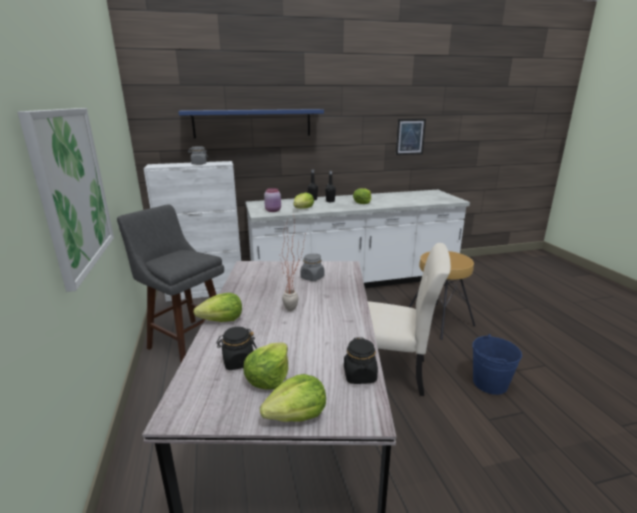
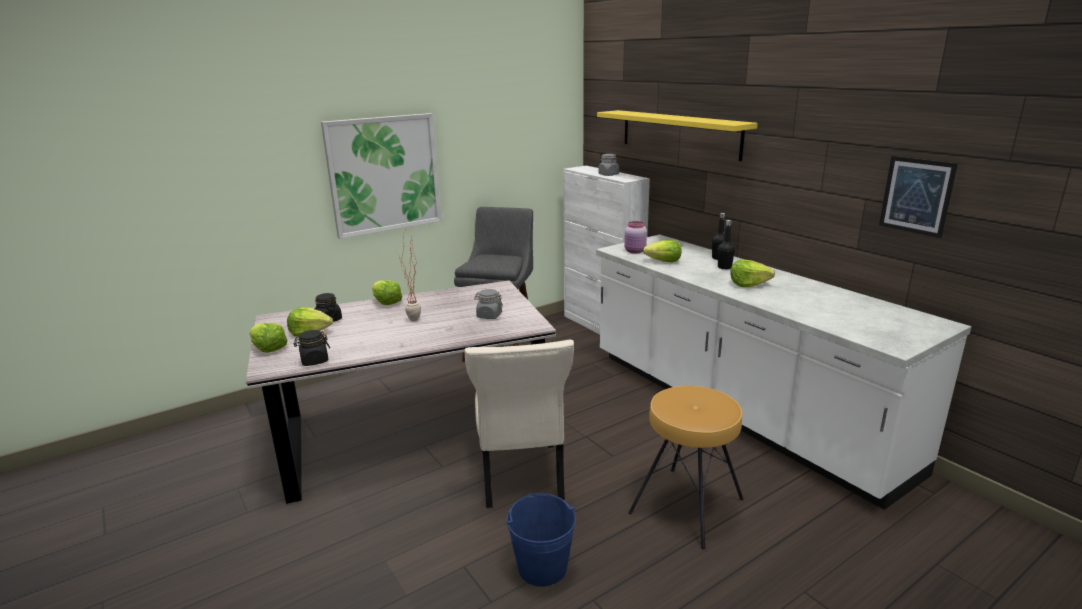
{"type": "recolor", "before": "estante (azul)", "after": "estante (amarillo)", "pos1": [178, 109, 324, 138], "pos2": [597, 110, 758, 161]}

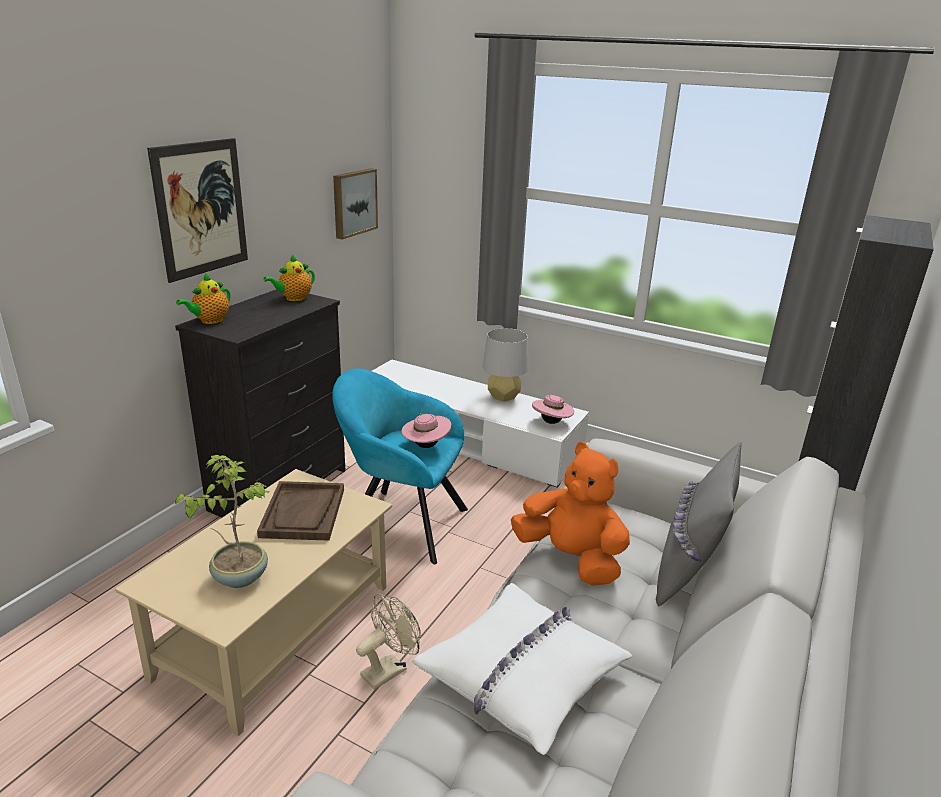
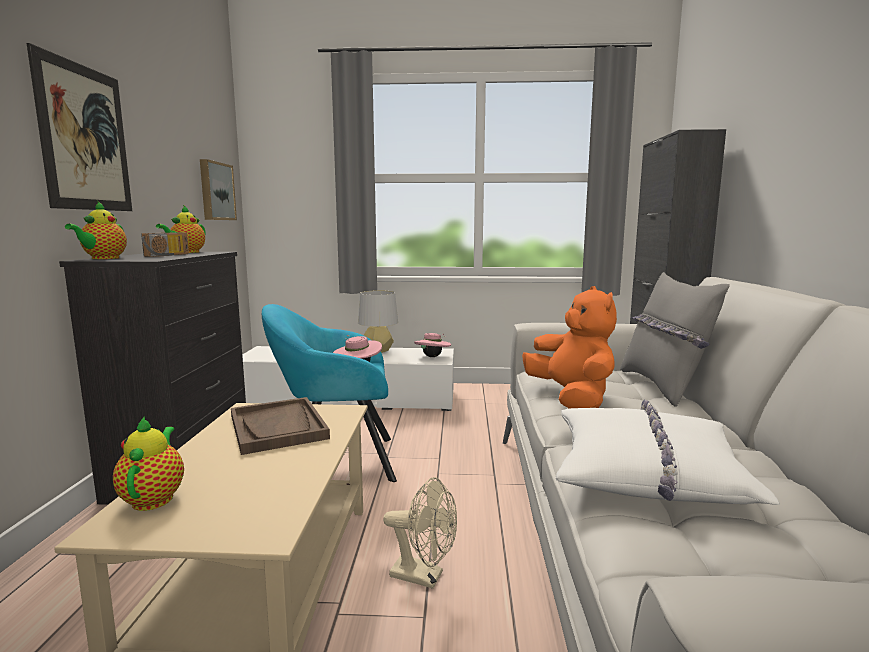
{"type": "rotate", "before": "peluche (naranja)", "pos1": [511, 442, 630, 585], "pos2": [522, 286, 617, 408], "turn": 60}
{"type": "delete", "before": "planta en maceta", "pos1": [174, 455, 270, 588]}
{"type": "rotate", "before": "ventilador (beis)", "pos1": [356, 593, 421, 690], "pos2": [383, 477, 457, 589], "turn": 90}
{"type": "insert", "after": "radio", "pos2": [141, 232, 189, 257]}
{"type": "insert", "after": "tetera", "pos2": [113, 416, 184, 511]}

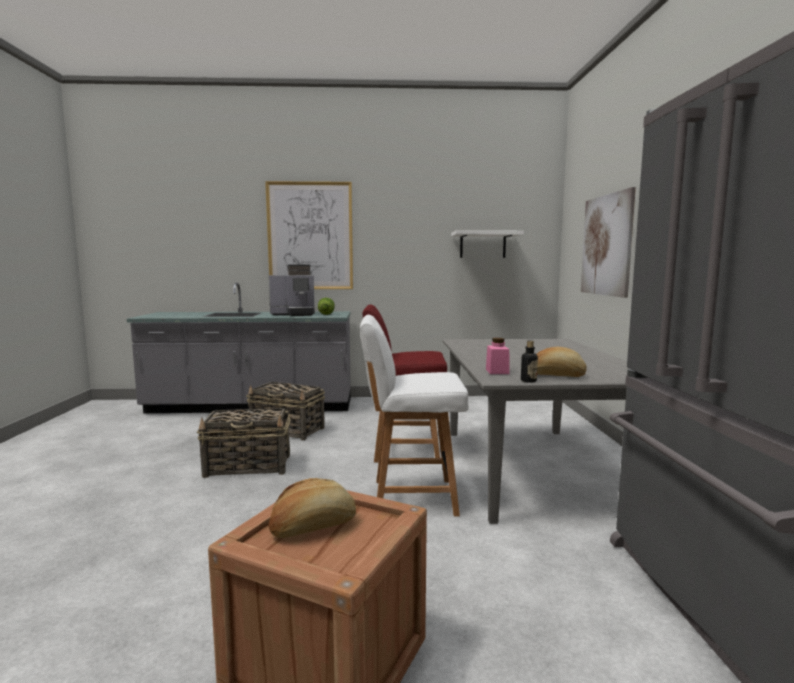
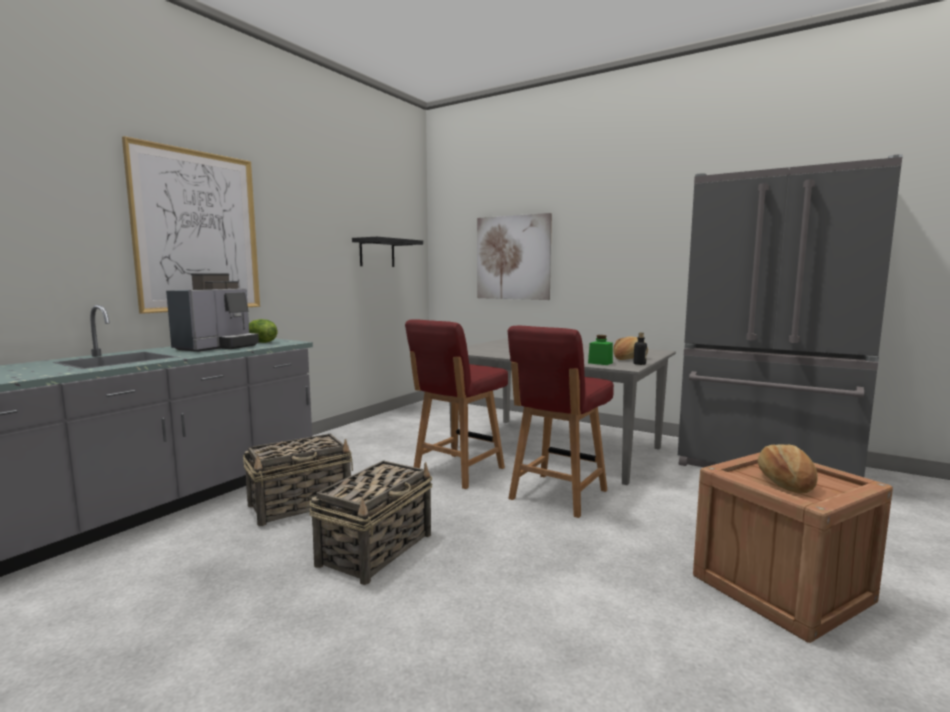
{"type": "recolor", "before": "estante (blanco)", "after": "estante (negro)", "pos1": [451, 230, 524, 258], "pos2": [352, 237, 423, 267]}
{"type": "recolor", "before": "silla (blanco)", "after": "silla (rojo)", "pos1": [360, 315, 469, 517], "pos2": [507, 326, 614, 518]}
{"type": "recolor", "before": "tarro (rosa)", "after": "tarro (verde)", "pos1": [486, 338, 509, 374], "pos2": [588, 335, 613, 365]}

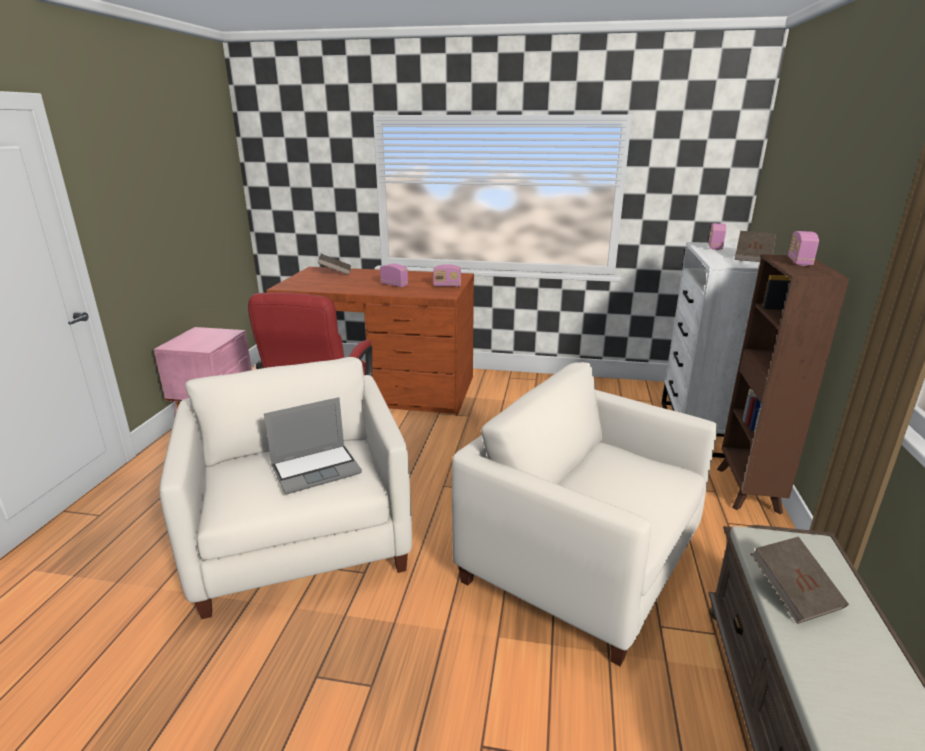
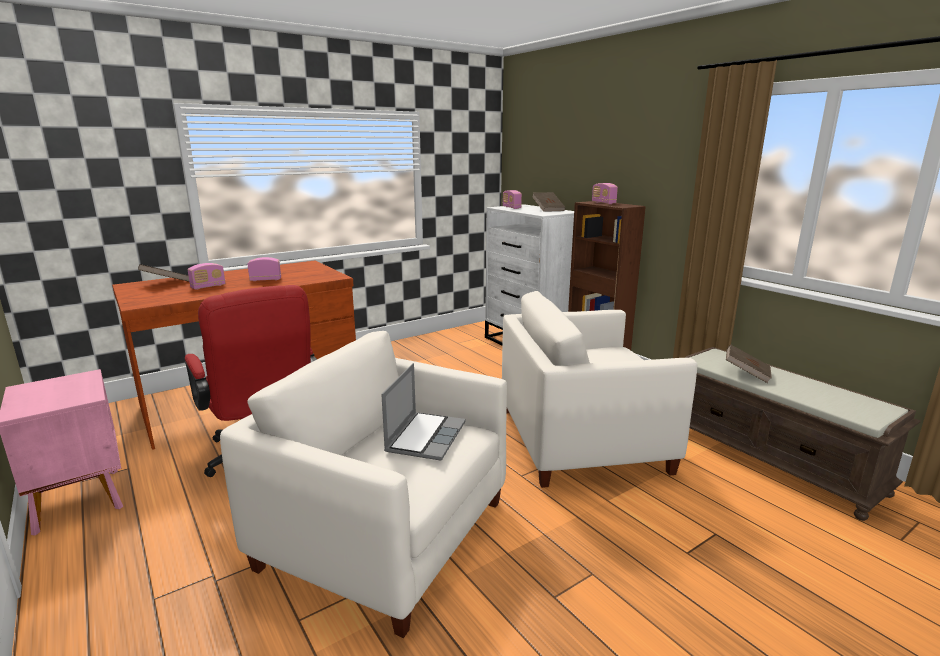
{"type": "move", "before": "radio", "pos1": [433, 264, 461, 287], "pos2": [187, 263, 226, 290]}

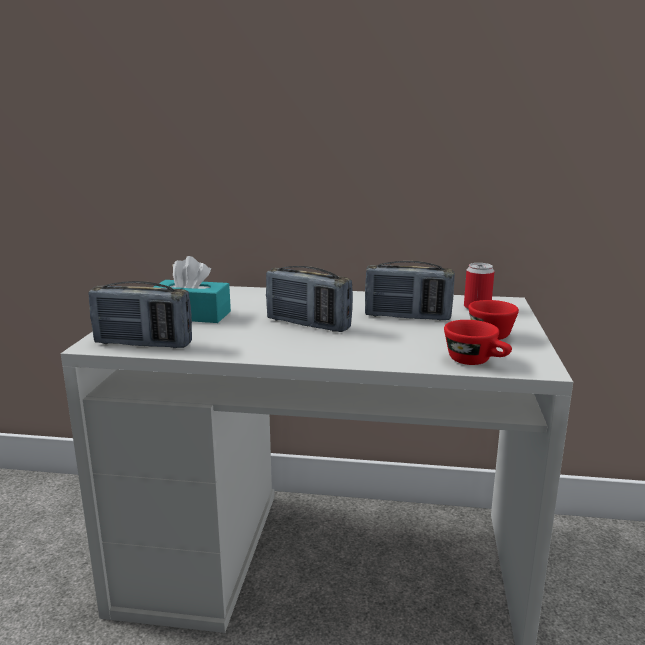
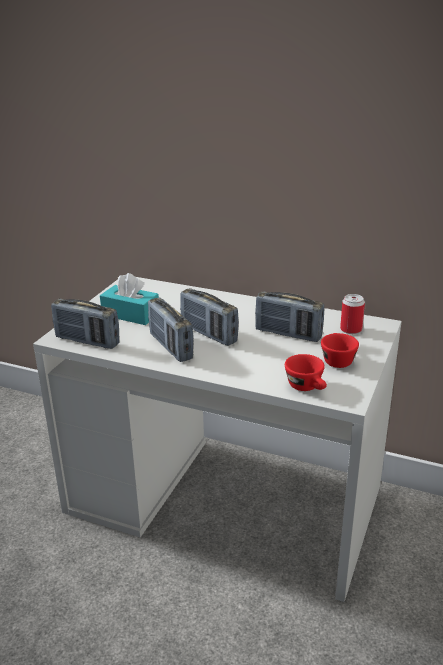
{"type": "insert", "after": "radio", "pos2": [148, 298, 194, 362]}

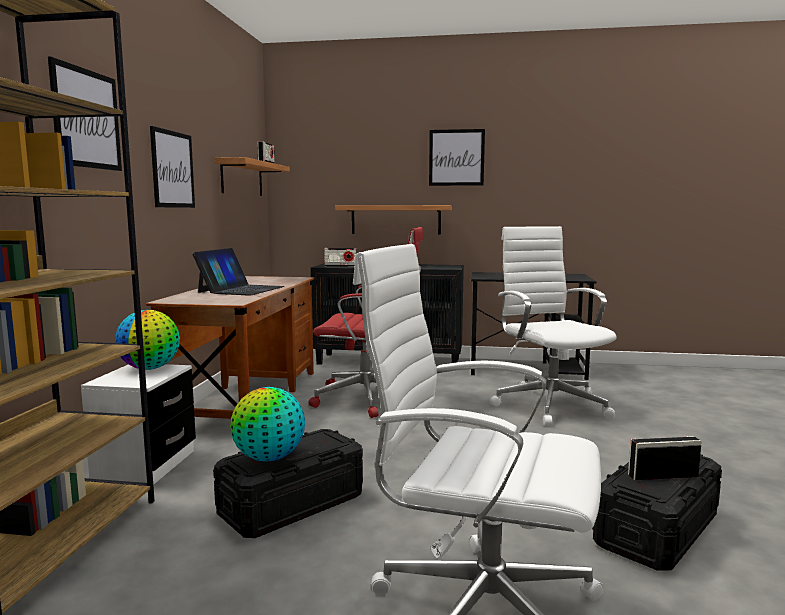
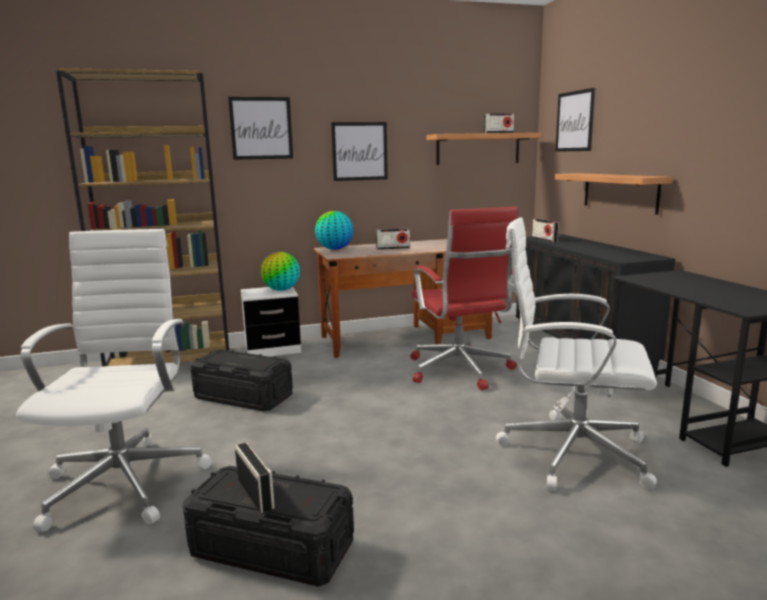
{"type": "move", "before": "cuadro", "pos1": [429, 129, 485, 186], "pos2": [555, 88, 595, 152]}
{"type": "rotate", "before": "silla de oficina (blanco)", "pos1": [490, 226, 616, 426], "pos2": [496, 217, 657, 491], "turn": -120}
{"type": "replace", "before": "portátil", "after": "radio", "pos1": [192, 248, 284, 296], "pos2": [376, 229, 410, 250]}
{"type": "move", "before": "globo terráqueo", "pos1": [230, 387, 305, 461], "pos2": [315, 211, 354, 250]}

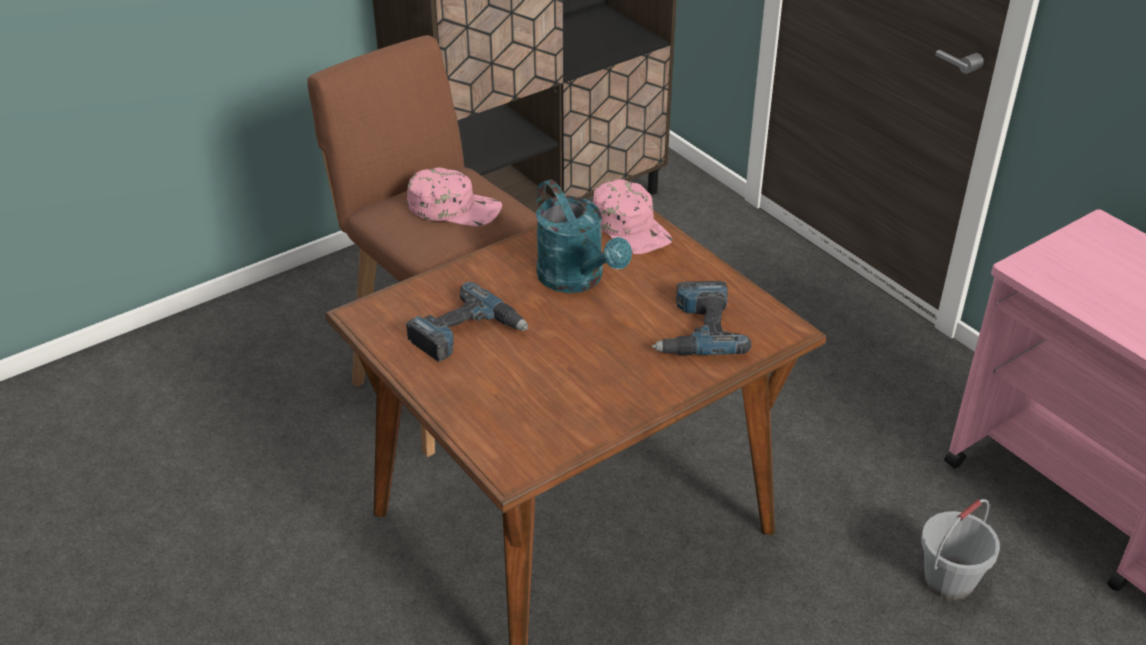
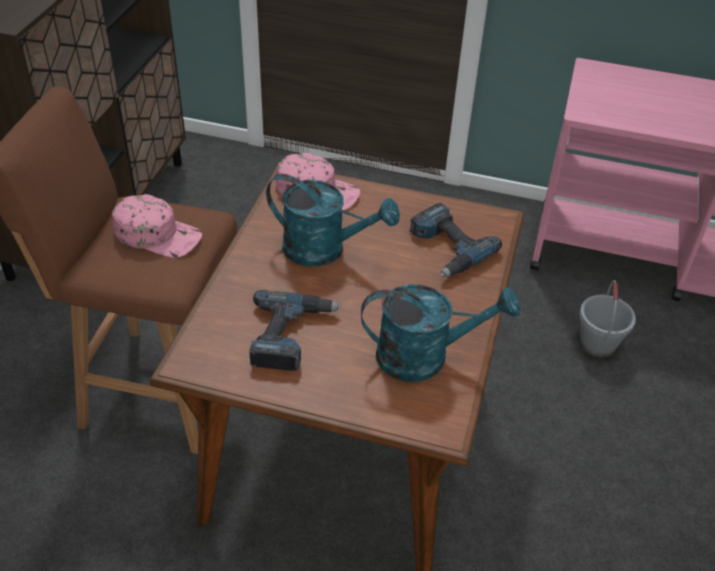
{"type": "rotate", "before": "gorra (rosa)", "pos1": [407, 167, 502, 226], "pos2": [112, 194, 202, 258], "turn": 45}
{"type": "insert", "after": "regadera (turquesa)", "pos2": [361, 284, 520, 382]}

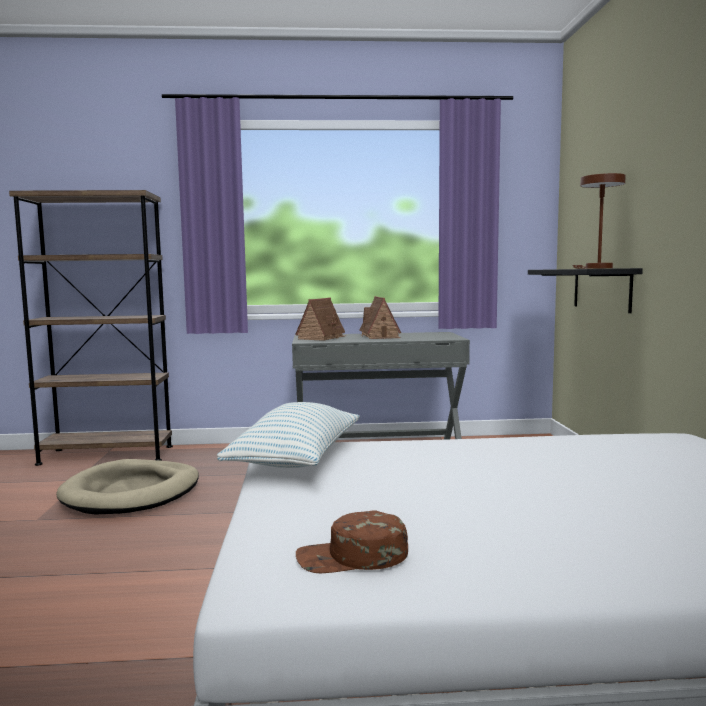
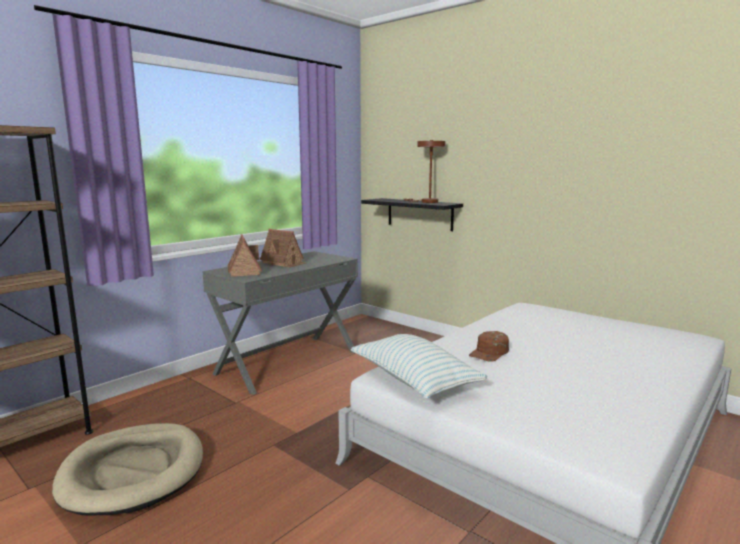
{"type": "move", "before": "gorra (marrón)", "pos1": [296, 510, 408, 573], "pos2": [469, 331, 509, 362]}

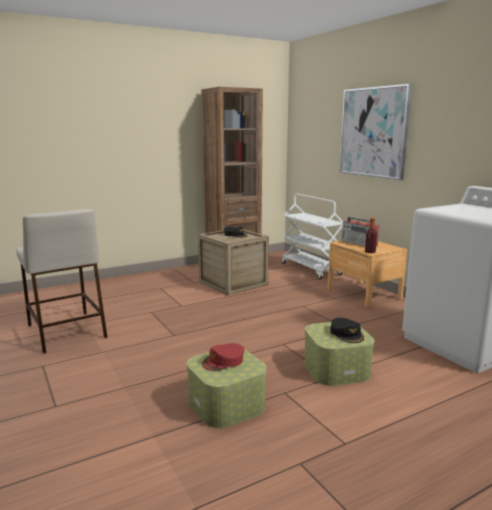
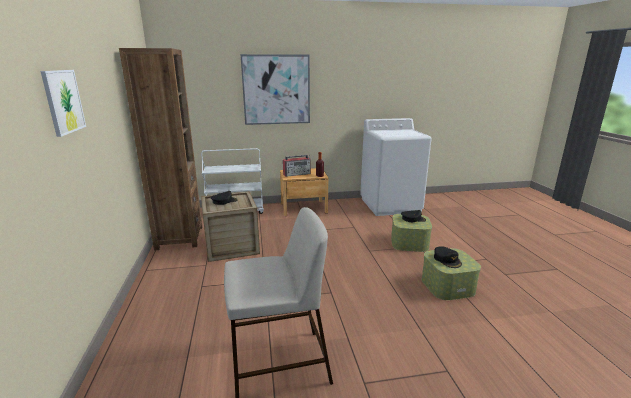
{"type": "recolor", "before": "gorra (rojo)", "after": "gorra (negro)", "pos1": [202, 343, 245, 371], "pos2": [434, 246, 462, 268]}
{"type": "insert", "after": "cuadro", "pos2": [40, 70, 86, 137]}

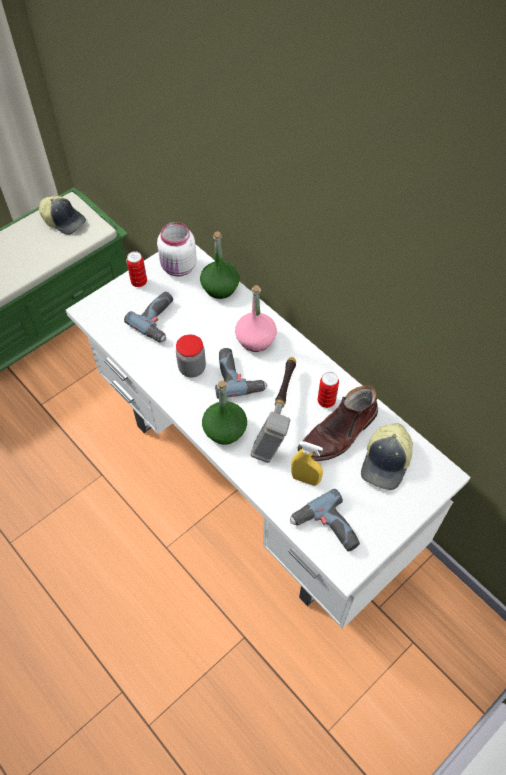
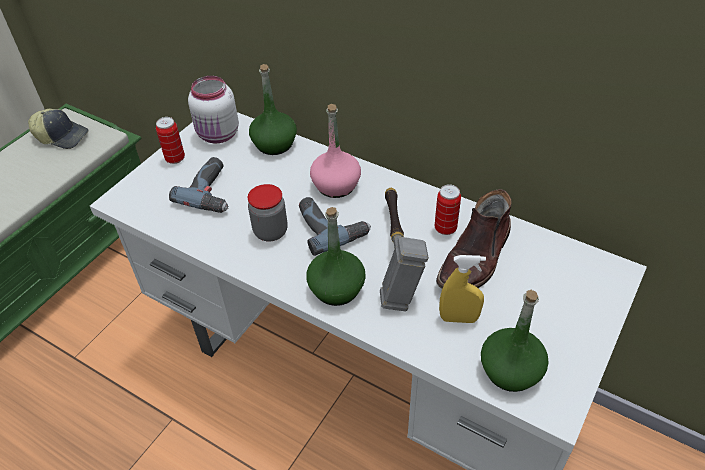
{"type": "delete", "before": "gorra", "pos1": [361, 423, 413, 490]}
{"type": "replace", "before": "taladro", "after": "botella (verde)", "pos1": [290, 489, 360, 551], "pos2": [481, 290, 549, 392]}

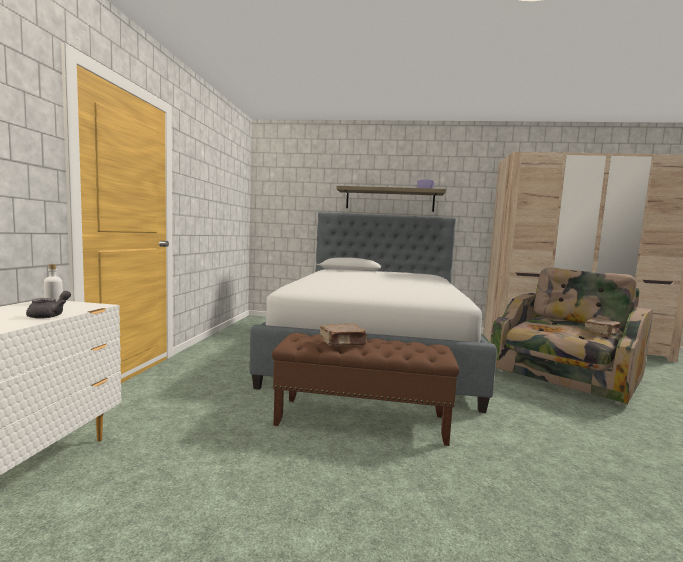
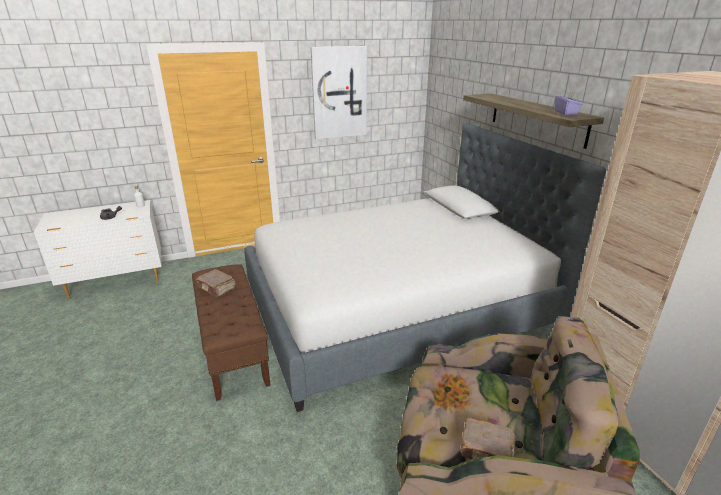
{"type": "insert", "after": "cuadro", "pos2": [311, 46, 367, 139]}

